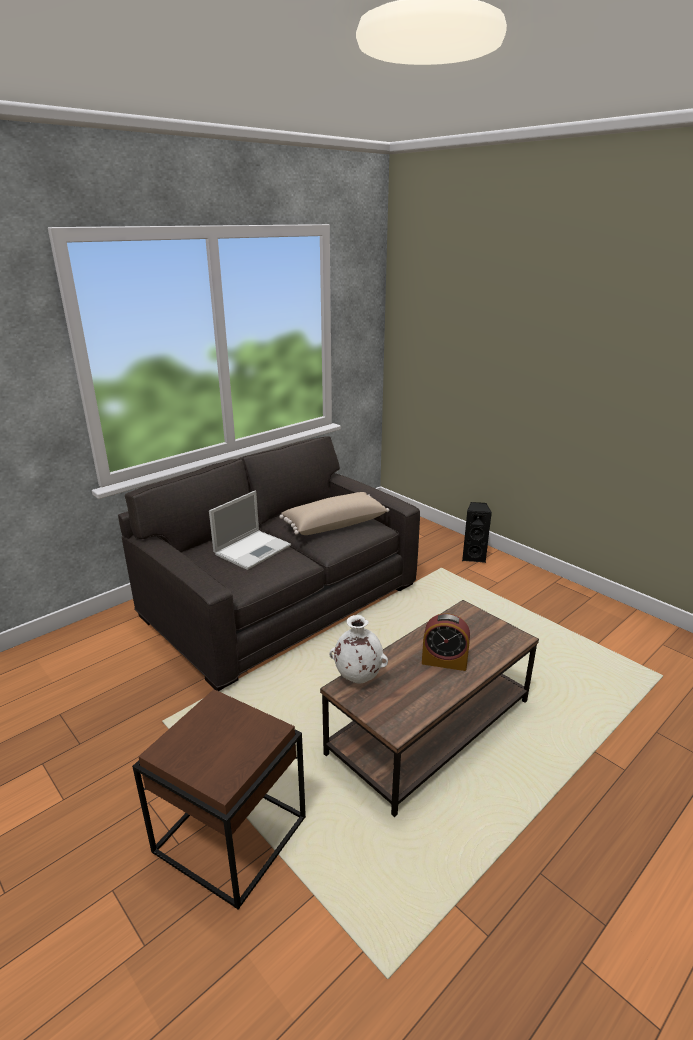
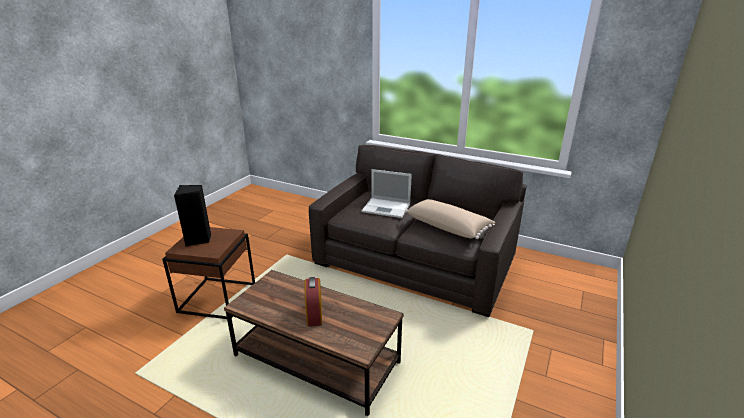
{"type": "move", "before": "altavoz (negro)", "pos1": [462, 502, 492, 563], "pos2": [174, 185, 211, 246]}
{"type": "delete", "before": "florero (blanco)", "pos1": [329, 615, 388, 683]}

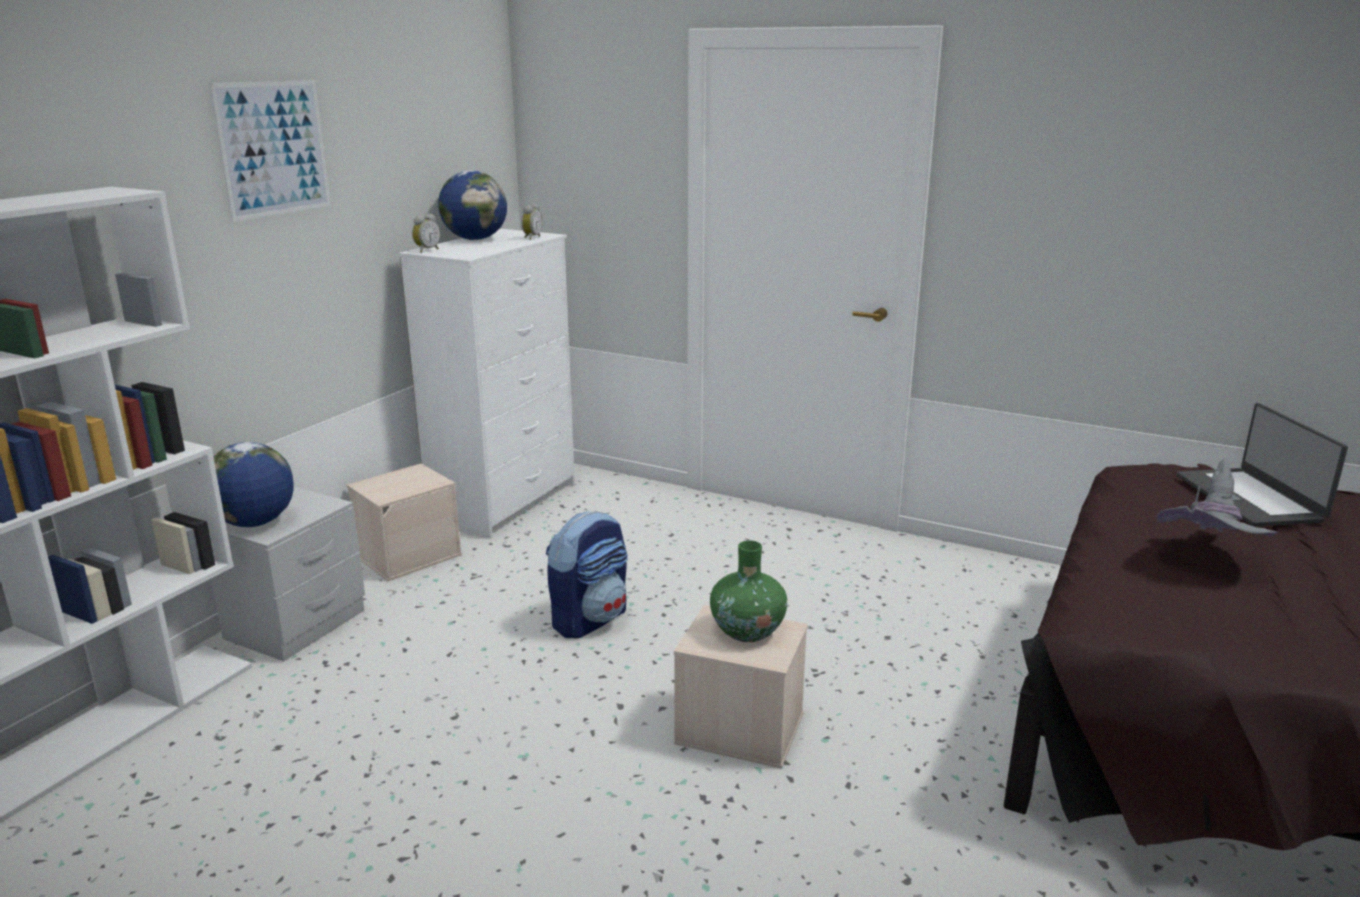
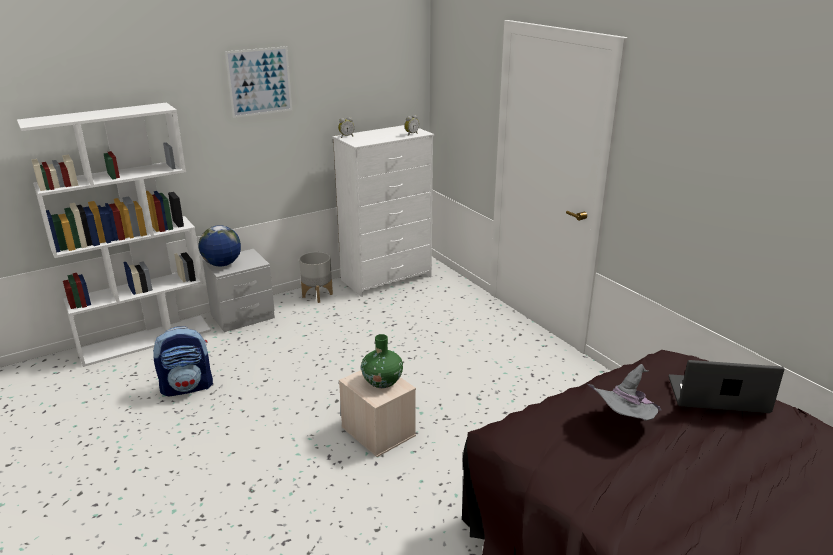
{"type": "delete", "before": "globo terráqueo", "pos1": [438, 170, 507, 240]}
{"type": "rotate", "before": "portátil", "pos1": [1177, 403, 1348, 527], "pos2": [668, 360, 784, 413], "turn": 75}
{"type": "replace", "before": "caja de almacenaje (beis)", "after": "maceta (gris)", "pos1": [347, 464, 462, 581], "pos2": [299, 252, 333, 303]}
{"type": "move", "before": "mochila", "pos1": [546, 510, 628, 638], "pos2": [153, 326, 213, 396]}

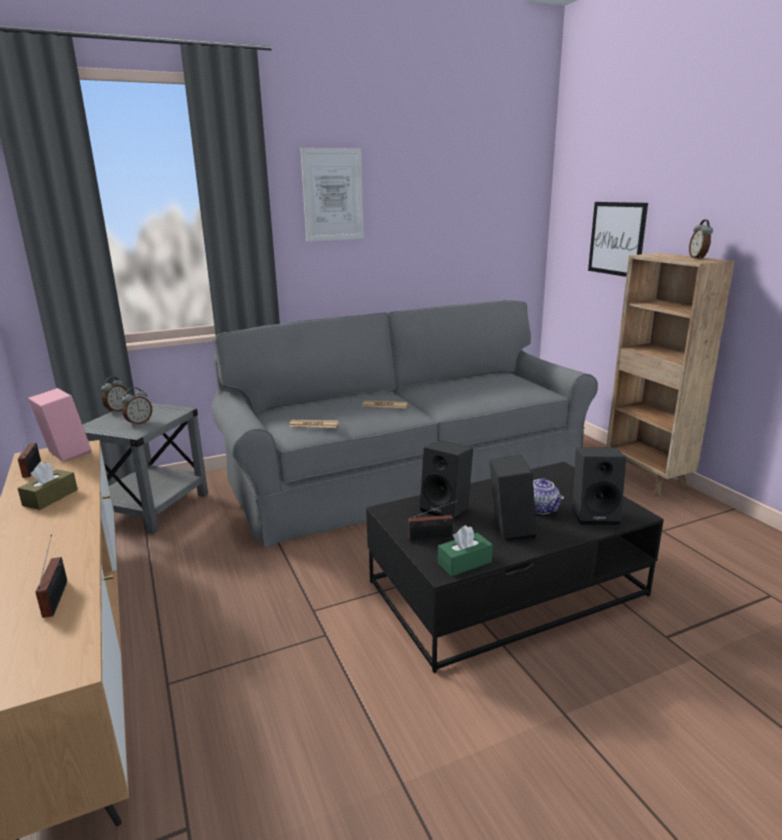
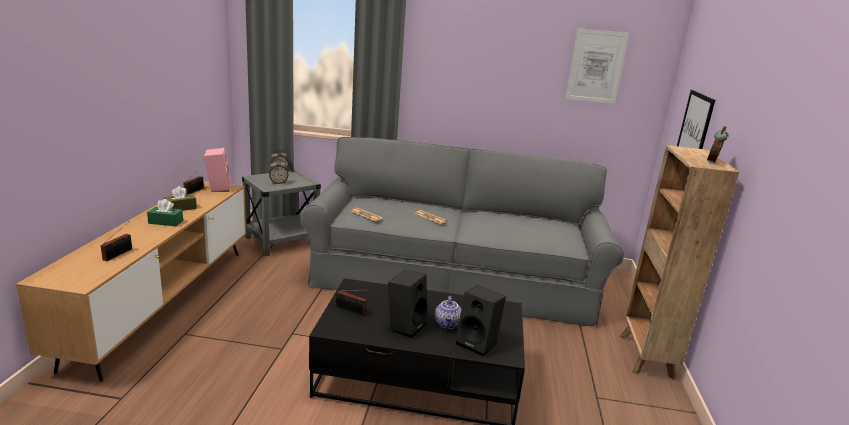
{"type": "move", "before": "cuadro", "pos1": [300, 148, 364, 241], "pos2": [566, 28, 629, 104]}
{"type": "delete", "before": "altavoz (negro)", "pos1": [420, 440, 473, 521]}
{"type": "move", "before": "caja de pañuelos (verde)", "pos1": [438, 525, 493, 576], "pos2": [147, 199, 183, 226]}

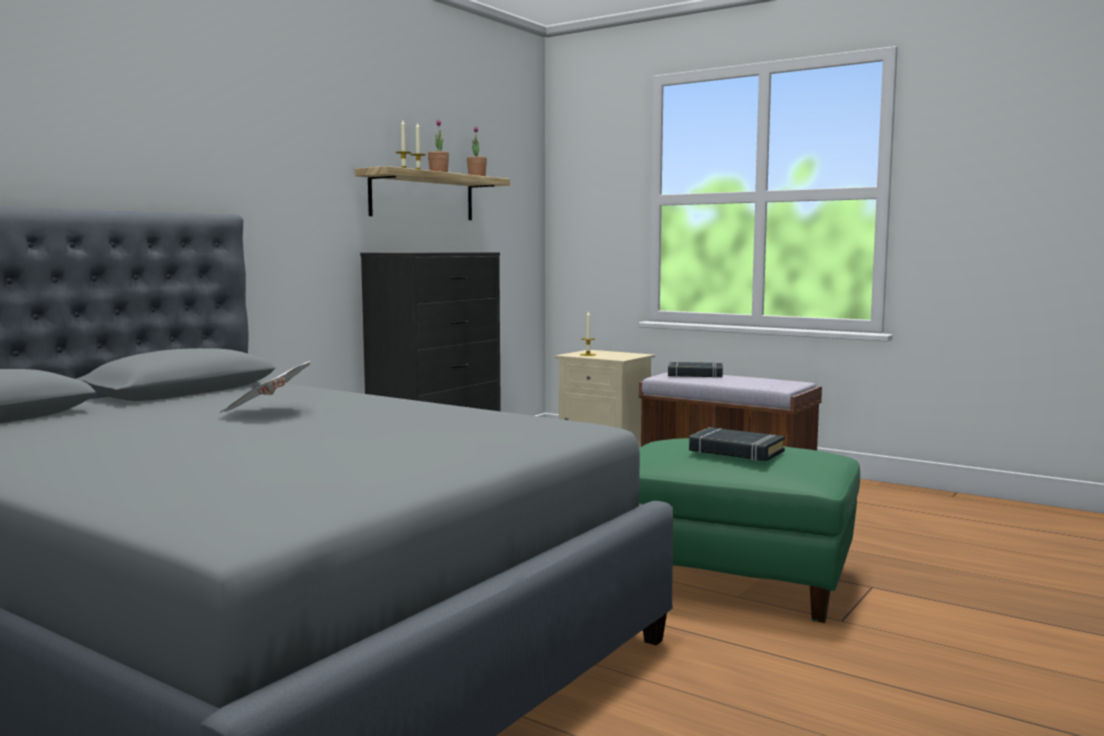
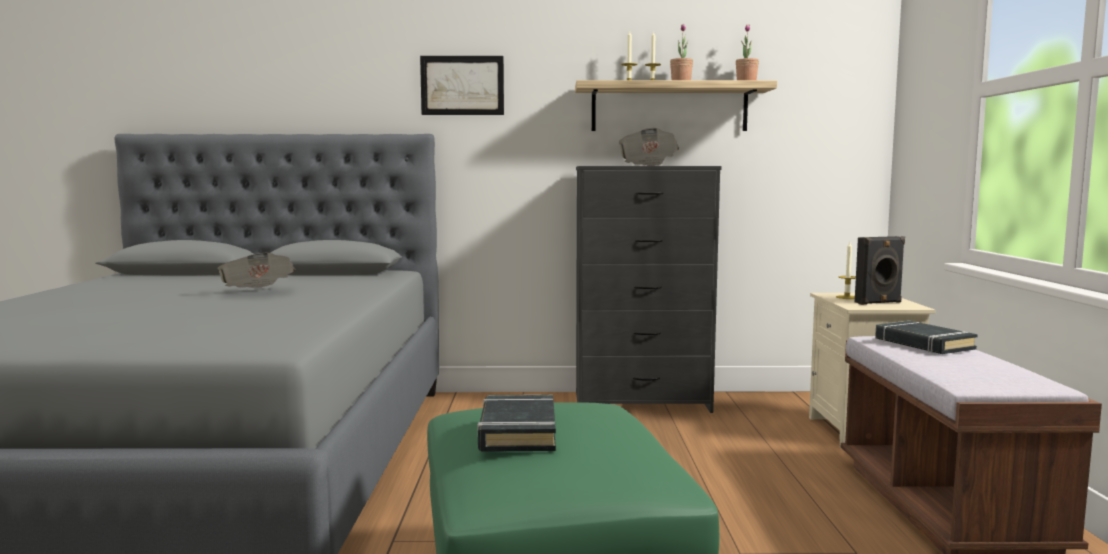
{"type": "insert", "after": "cuadro", "pos2": [420, 56, 504, 115]}
{"type": "insert", "after": "periódico", "pos2": [619, 128, 679, 166]}
{"type": "insert", "after": "altavoz (negro)", "pos2": [855, 236, 905, 305]}

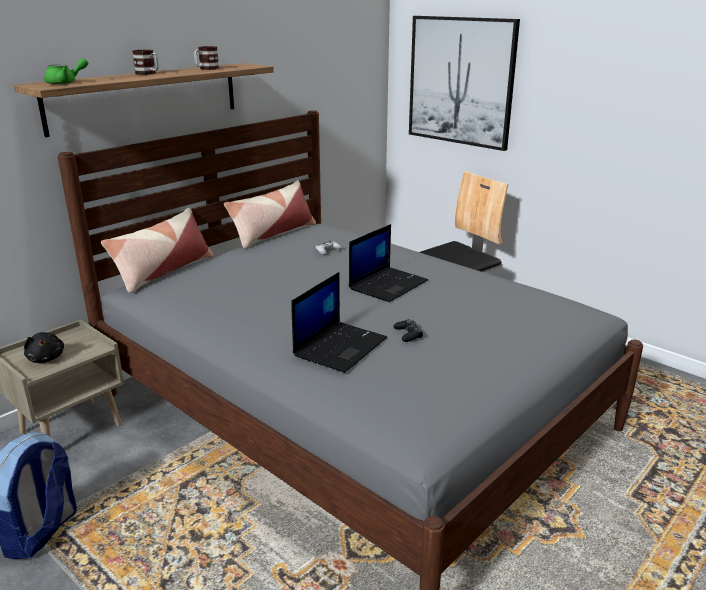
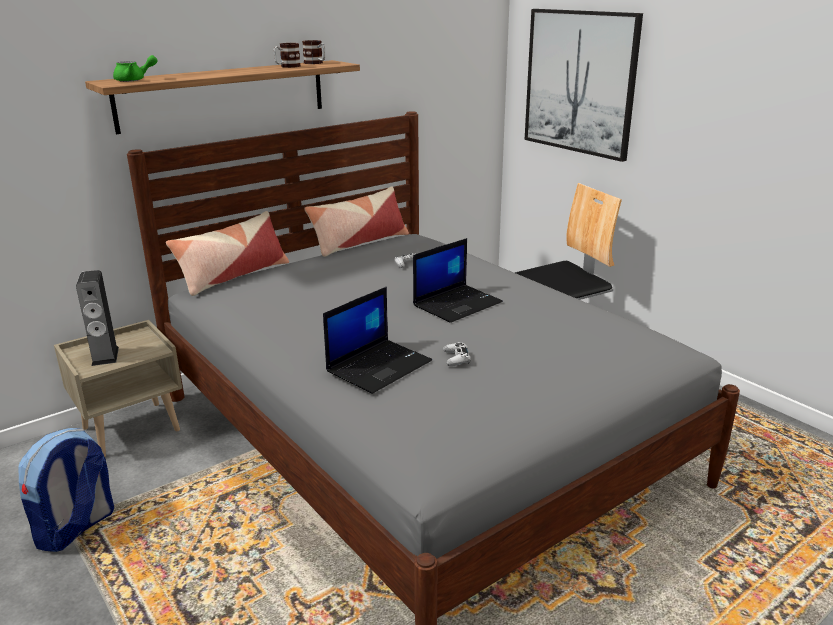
{"type": "move", "before": "taza grande", "pos1": [132, 50, 158, 75], "pos2": [302, 40, 325, 64]}
{"type": "recolor", "before": "mando de consola (negro)", "after": "mando de consola (blanco)", "pos1": [394, 319, 423, 342], "pos2": [443, 342, 471, 366]}
{"type": "replace", "before": "peluche (negro)", "after": "altavoz", "pos1": [24, 332, 64, 363], "pos2": [76, 270, 119, 366]}

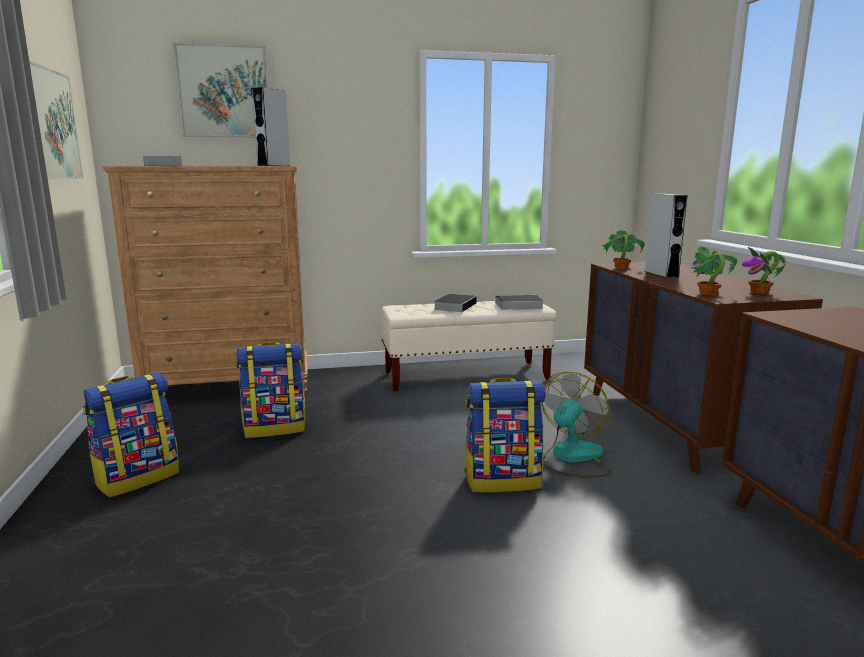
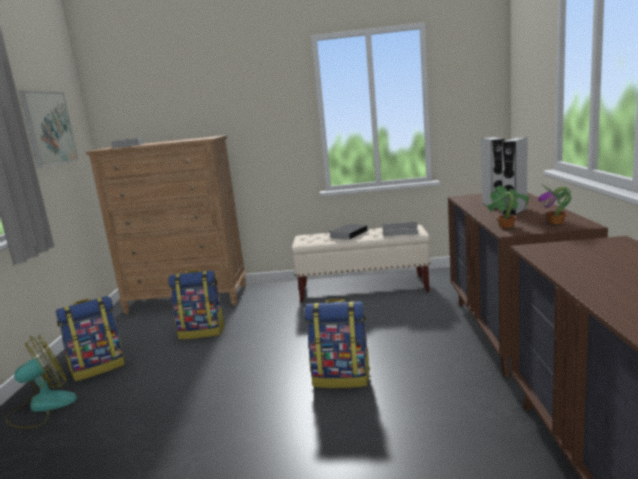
{"type": "delete", "before": "cuadro", "pos1": [173, 42, 269, 137]}
{"type": "move", "before": "altavoz (gris)", "pos1": [252, 87, 290, 166], "pos2": [502, 137, 527, 215]}
{"type": "delete", "before": "planta en maceta", "pos1": [602, 230, 645, 269]}
{"type": "move", "before": "ventilador", "pos1": [542, 372, 611, 478], "pos2": [5, 335, 77, 428]}

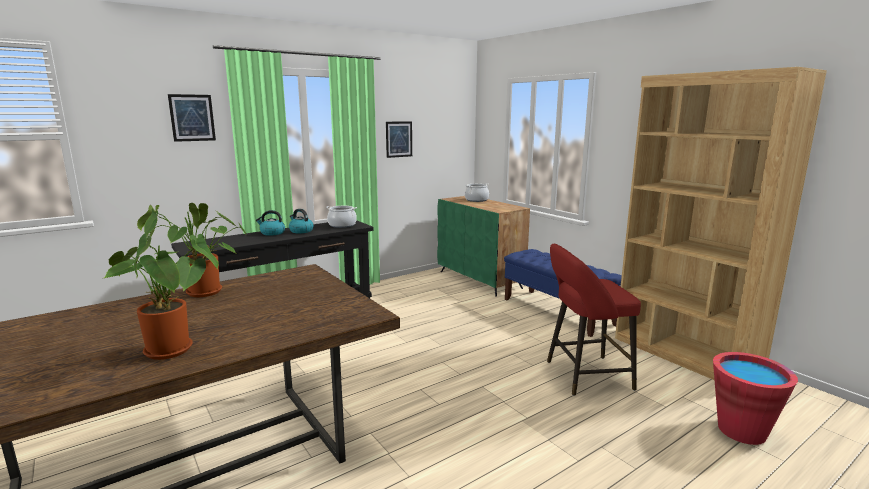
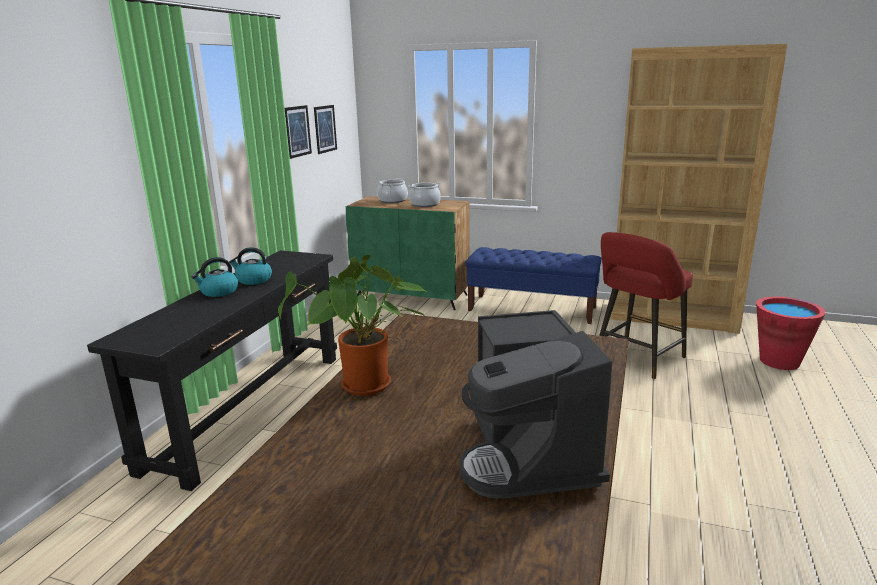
{"type": "move", "before": "cuadro", "pos1": [168, 94, 216, 142], "pos2": [314, 105, 337, 154]}
{"type": "move", "before": "olla", "pos1": [326, 206, 357, 228], "pos2": [408, 182, 441, 207]}
{"type": "replace", "before": "planta en maceta", "after": "cafetera", "pos1": [102, 234, 219, 360], "pos2": [460, 310, 613, 499]}

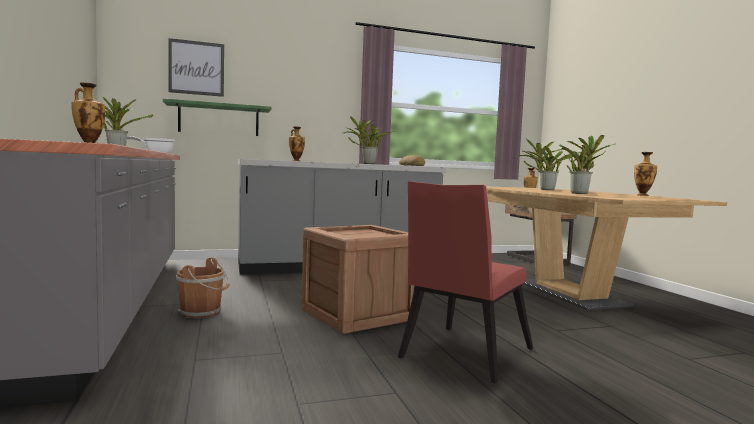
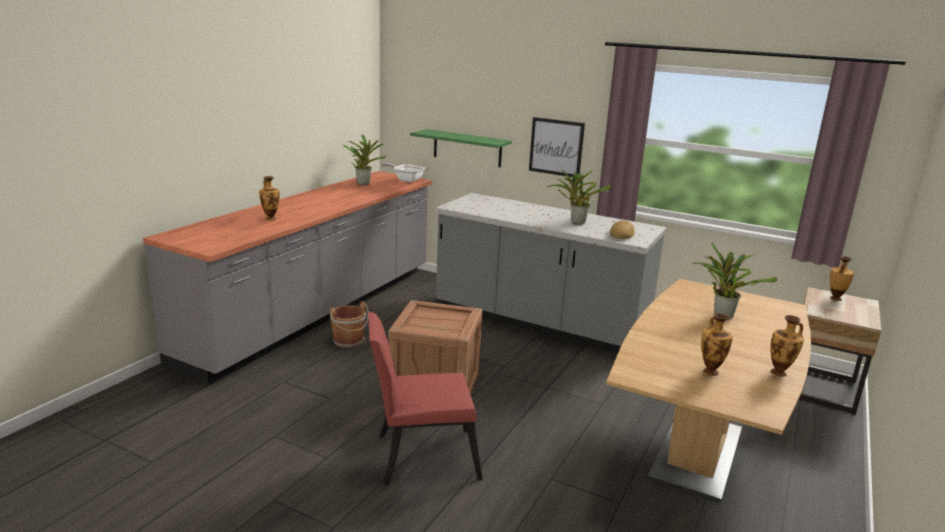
{"type": "move", "before": "cuadro", "pos1": [168, 38, 224, 97], "pos2": [529, 117, 585, 177]}
{"type": "move", "before": "florero", "pos1": [289, 127, 305, 161], "pos2": [701, 313, 733, 376]}
{"type": "delete", "before": "planta en maceta", "pos1": [559, 135, 614, 194]}

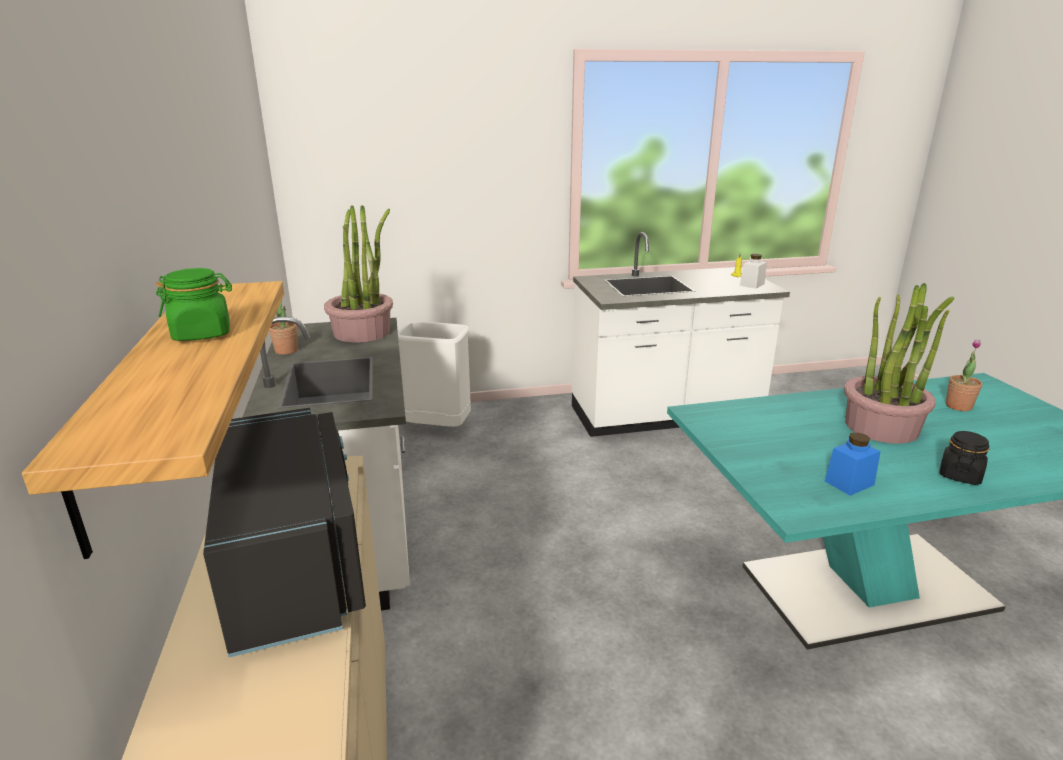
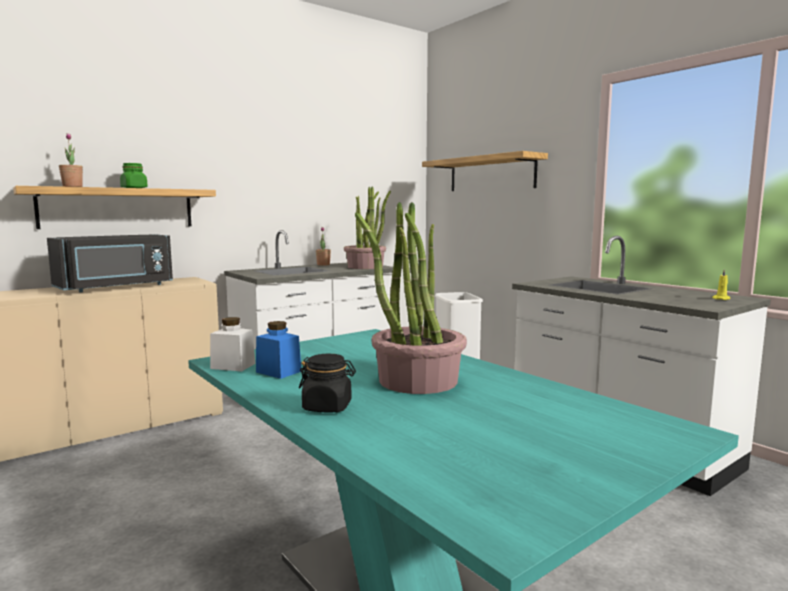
{"type": "move", "before": "tarro (blanco)", "pos1": [740, 254, 767, 289], "pos2": [210, 317, 255, 371]}
{"type": "move", "before": "planta en maceta", "pos1": [946, 340, 982, 411], "pos2": [59, 133, 83, 187]}
{"type": "insert", "after": "estante", "pos2": [422, 151, 548, 191]}

